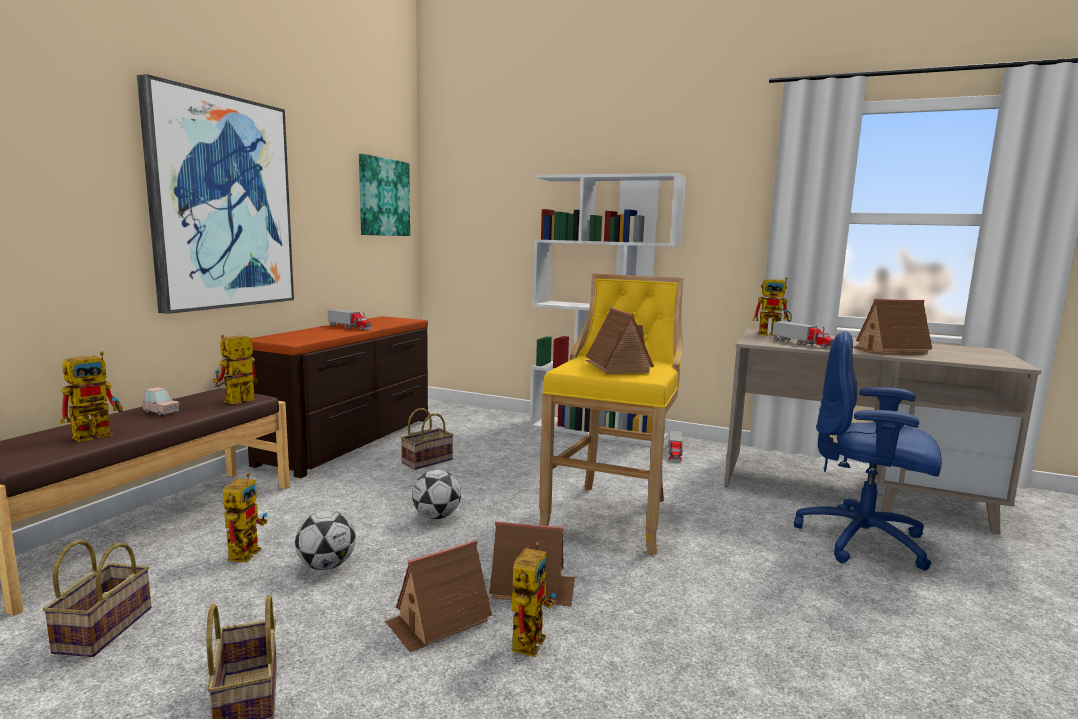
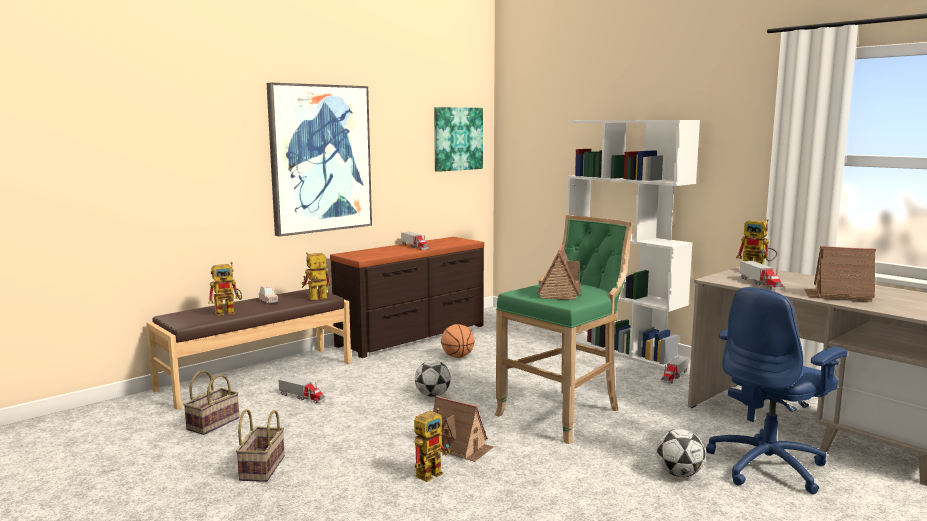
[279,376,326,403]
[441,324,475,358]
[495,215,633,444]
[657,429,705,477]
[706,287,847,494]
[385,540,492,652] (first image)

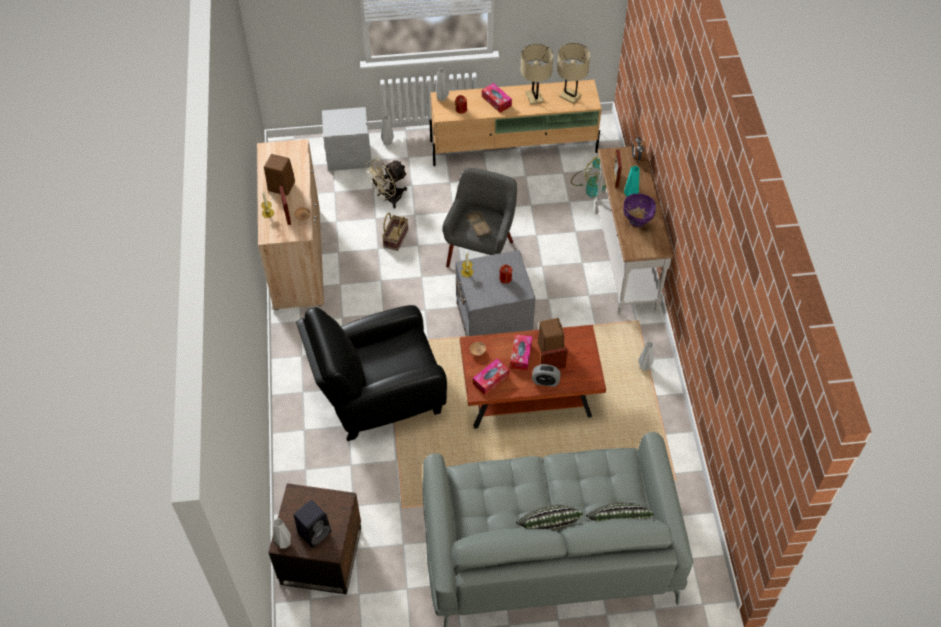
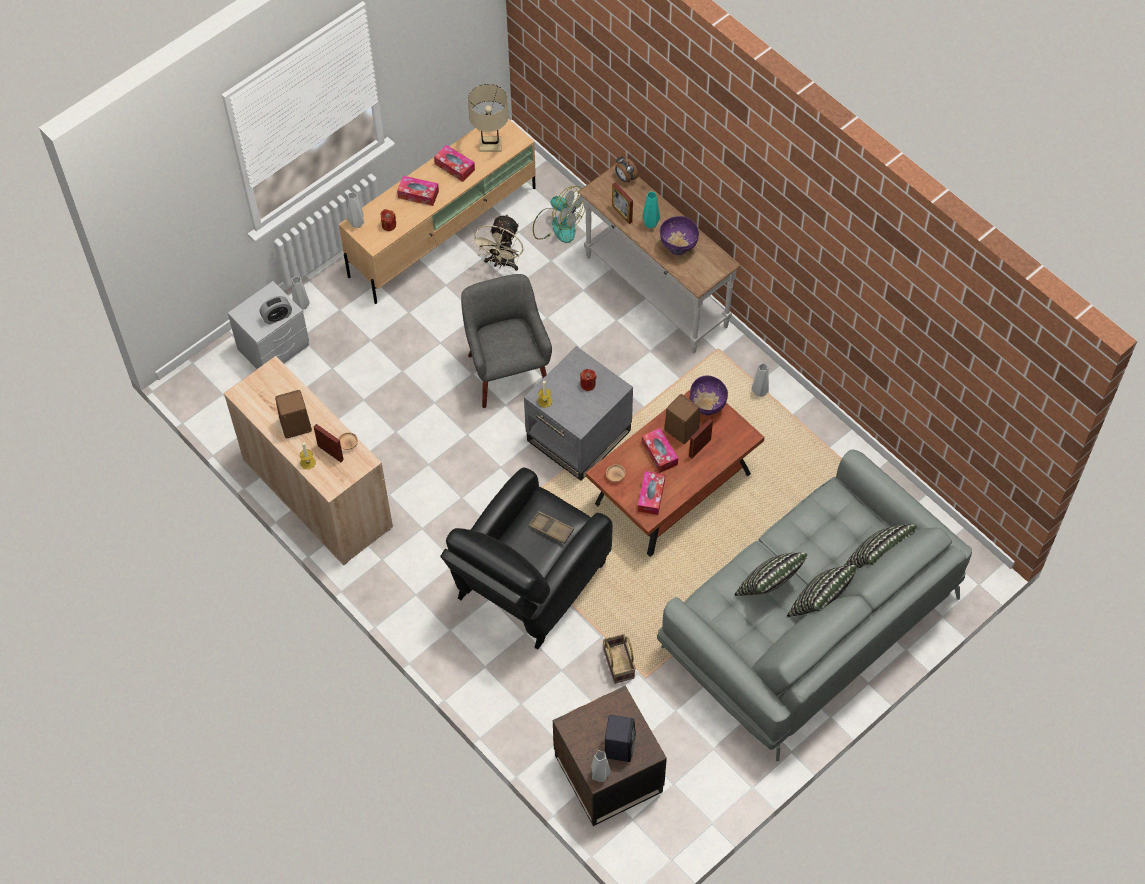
[259,296,292,325]
[434,145,475,182]
[471,214,523,271]
[529,511,574,544]
[603,634,636,684]
[690,376,728,415]
[734,553,807,596]

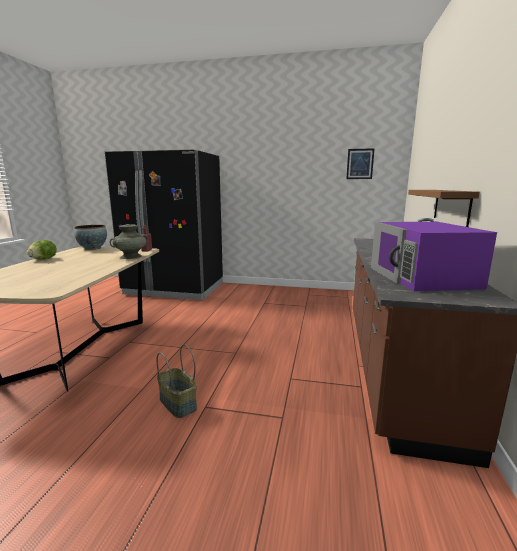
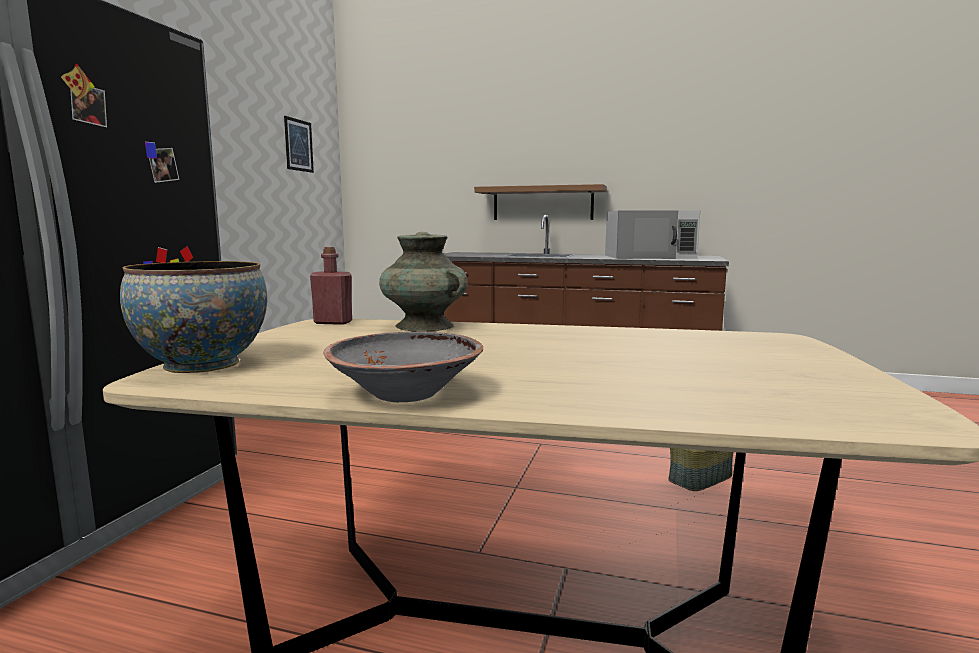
[324,332,483,402]
[605,210,700,259]

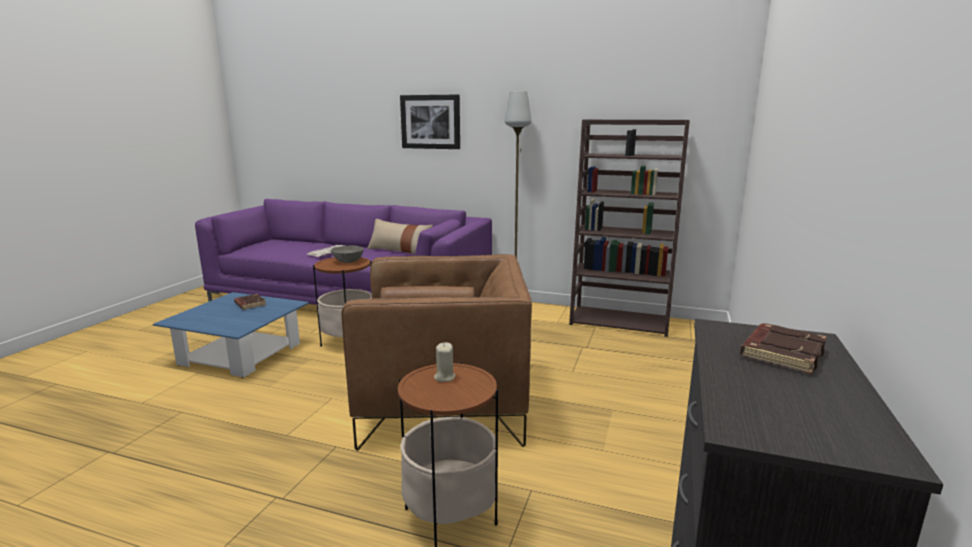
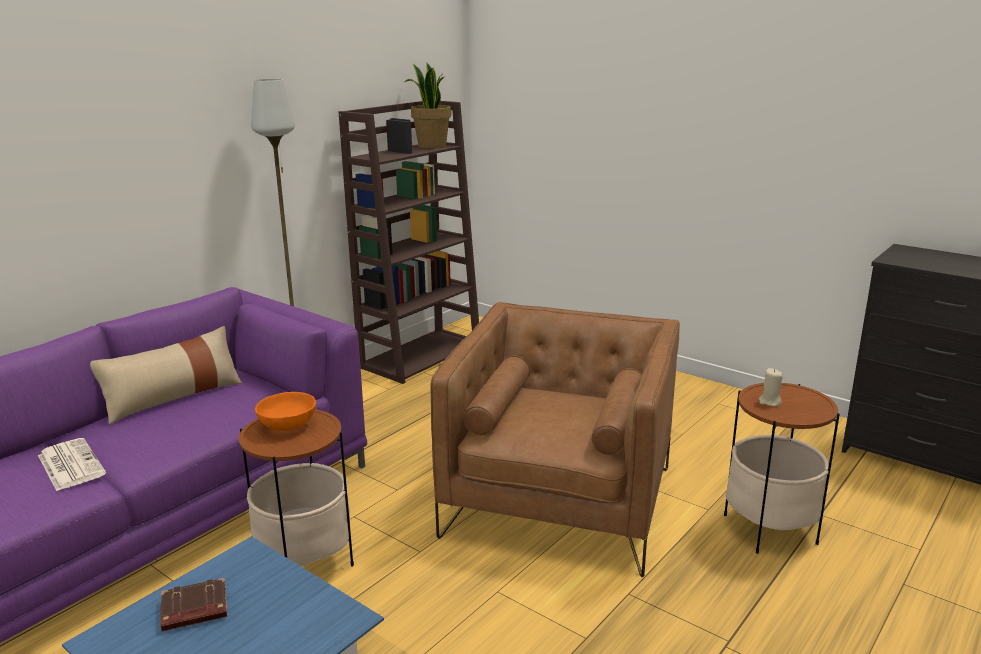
[255,392,316,431]
[405,63,451,149]
[400,95,460,149] (first image)
[740,323,827,374] (first image)

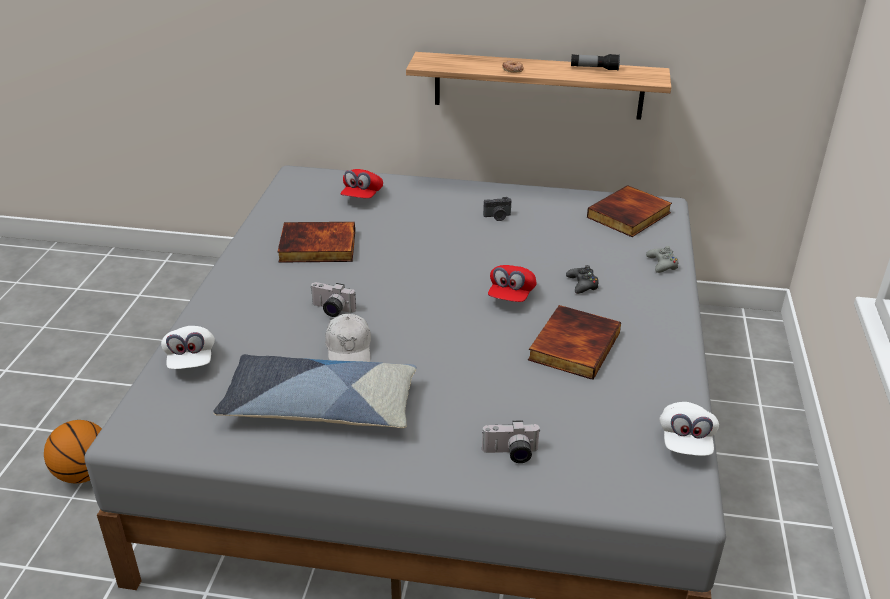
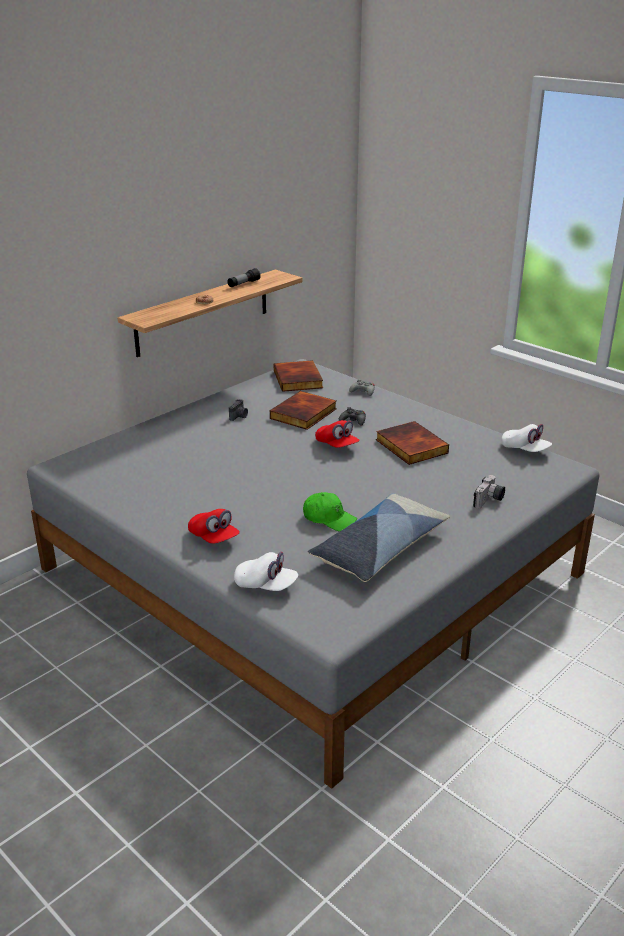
[188,509,240,544]
[270,391,337,430]
[303,492,357,532]
[44,420,102,484] (first image)
[311,282,356,317] (first image)

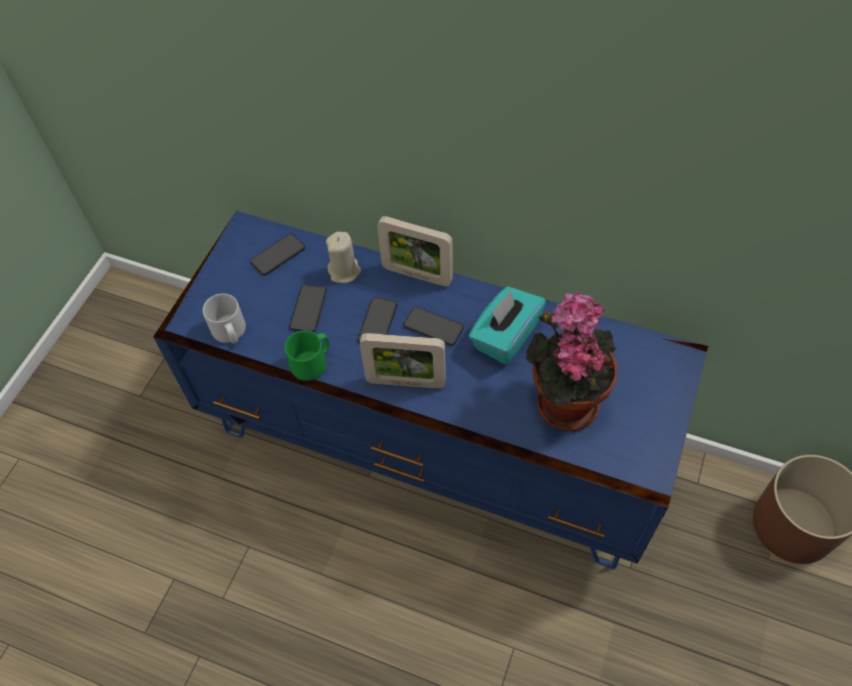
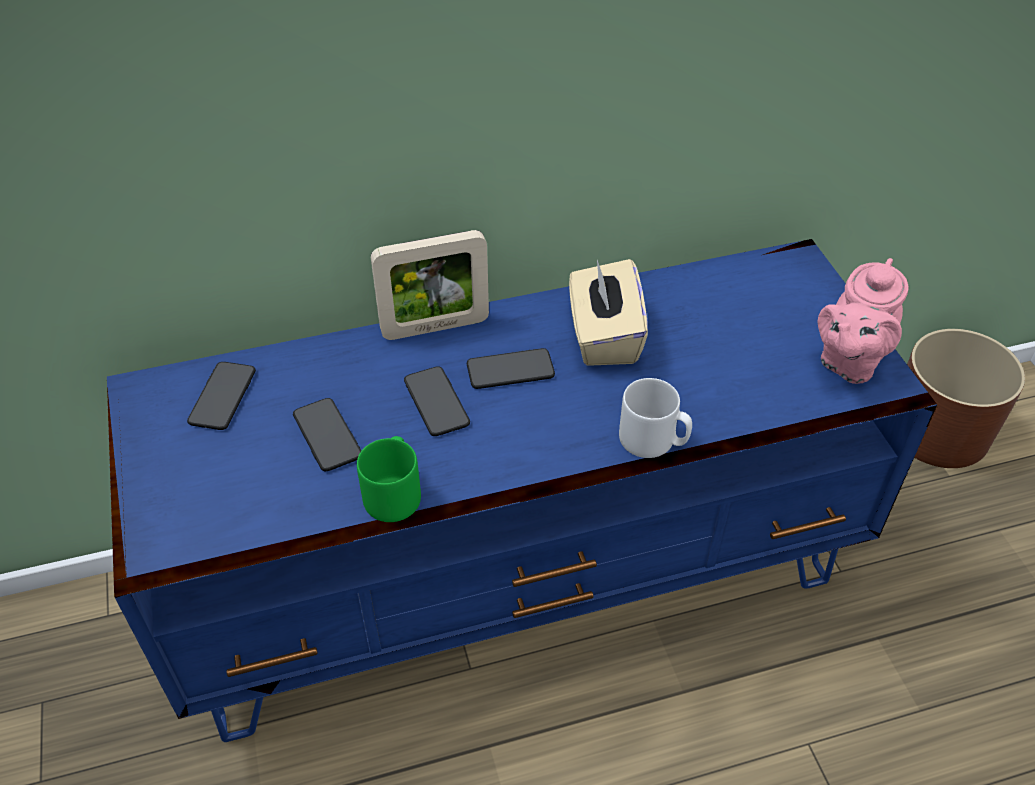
[569,259,648,366]
[619,378,692,458]
[817,258,909,384]
[326,232,361,283] (first image)
[360,333,446,389] (first image)
[526,291,618,431] (first image)

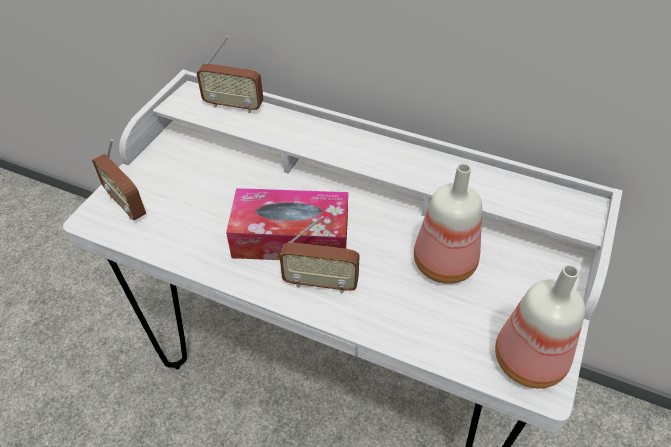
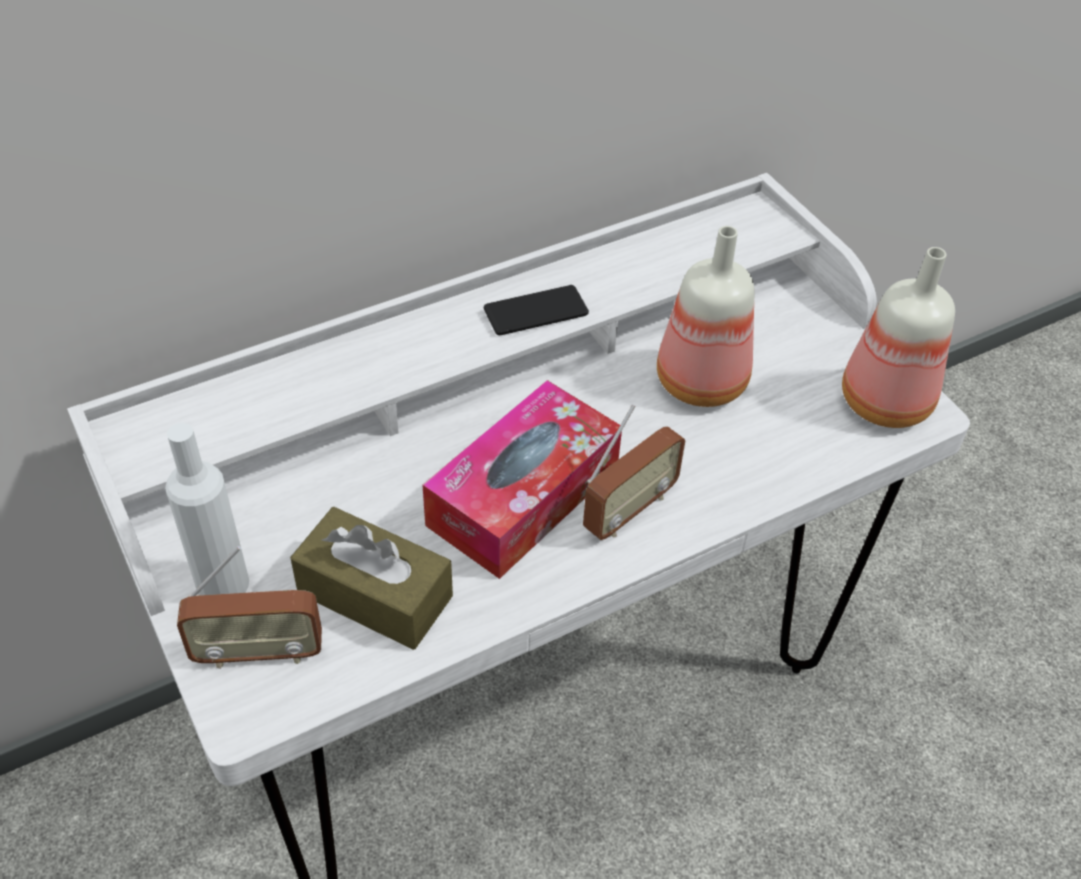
[165,423,249,595]
[290,507,453,650]
[484,285,589,335]
[197,36,263,113] (first image)

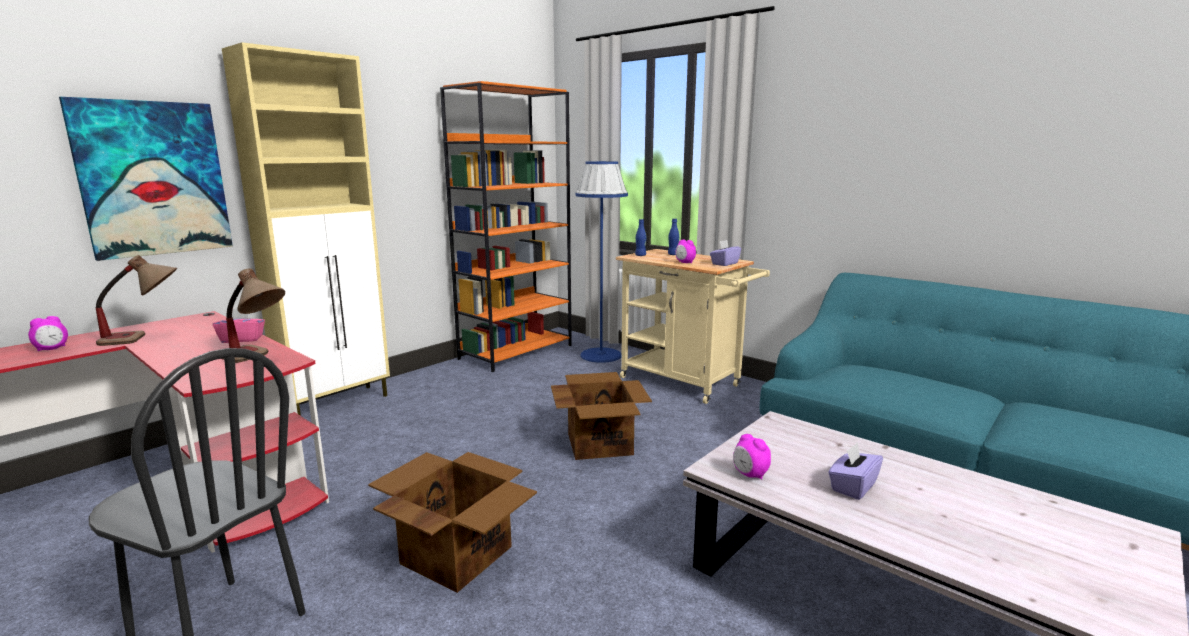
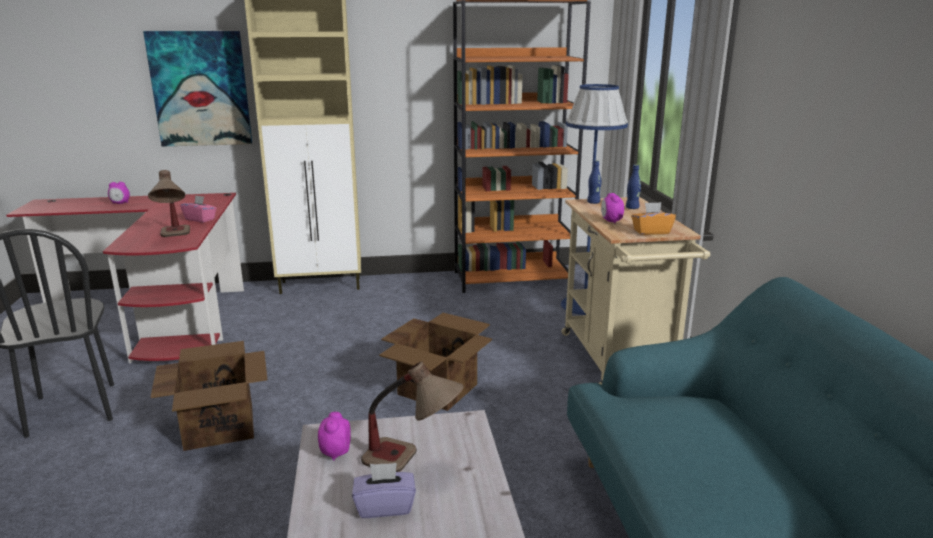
[361,361,464,472]
[631,202,676,235]

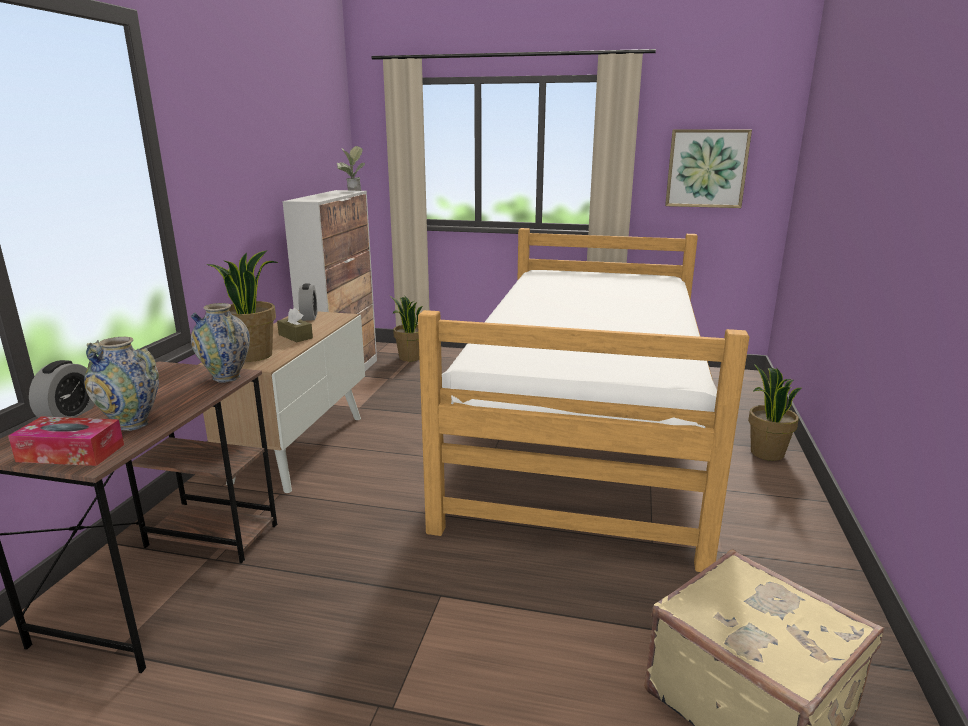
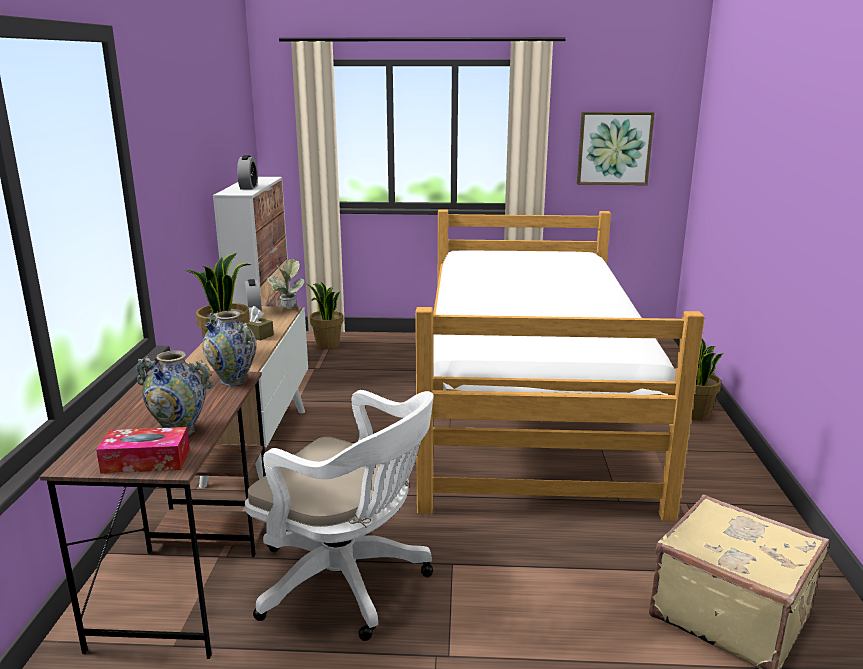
[237,155,258,190]
[245,390,434,641]
[267,259,304,309]

